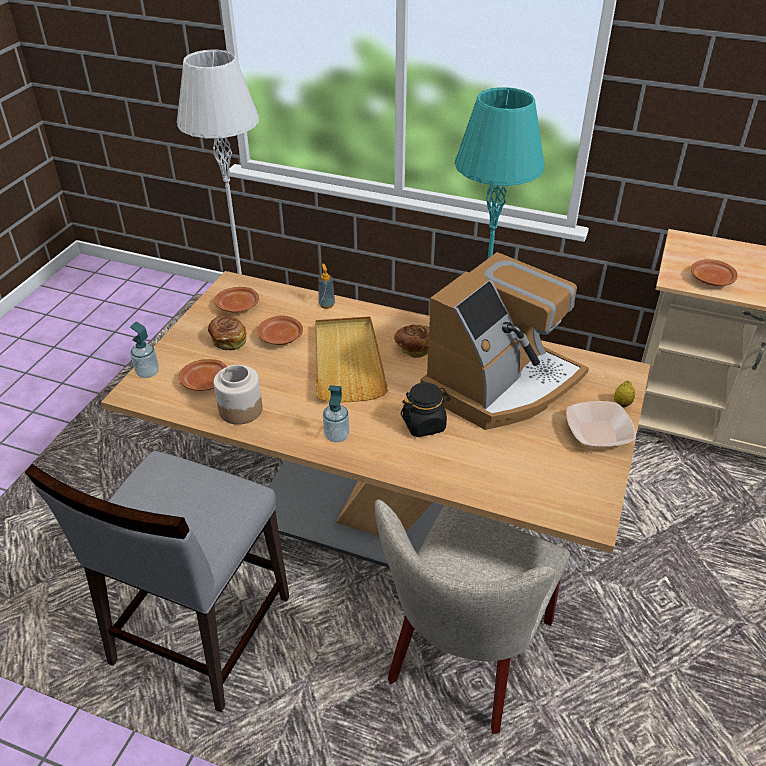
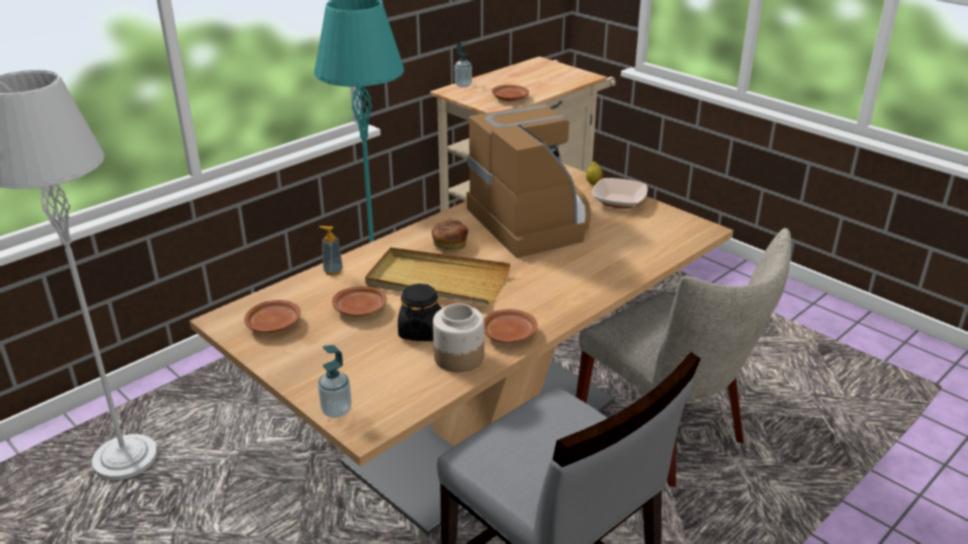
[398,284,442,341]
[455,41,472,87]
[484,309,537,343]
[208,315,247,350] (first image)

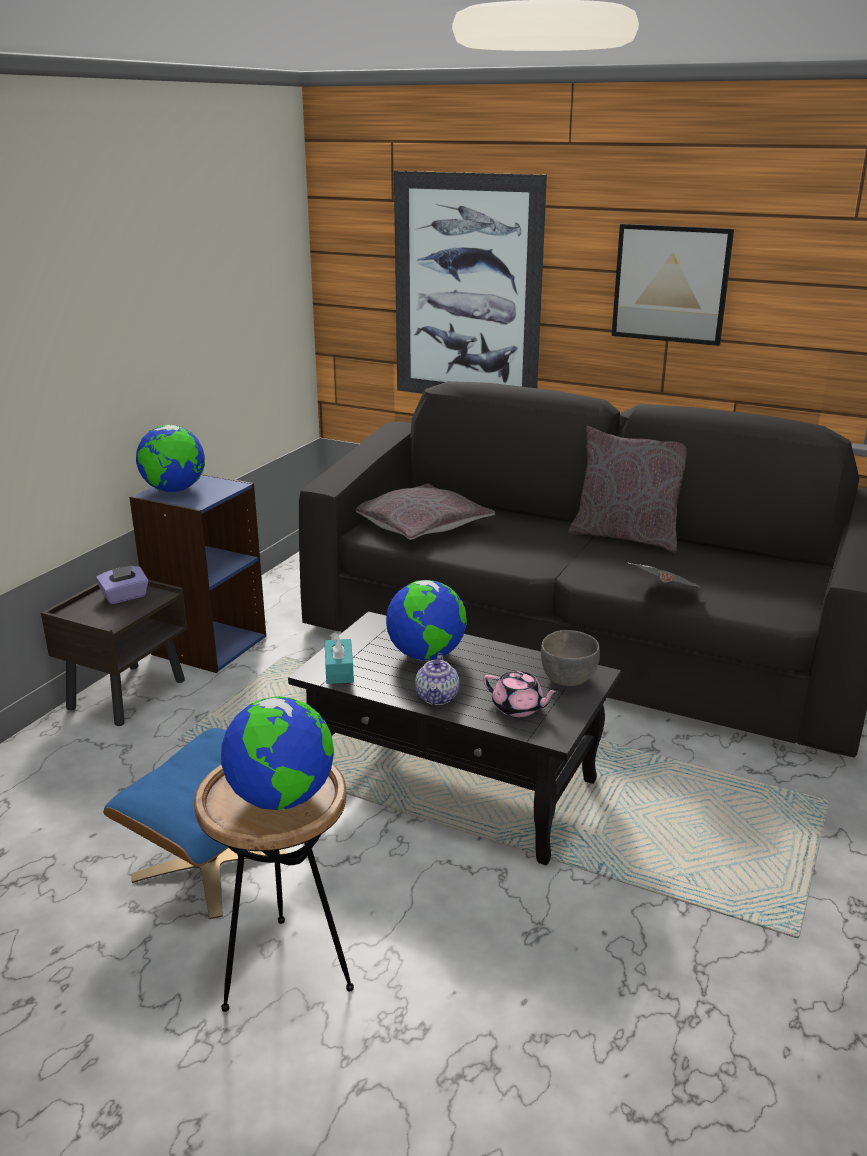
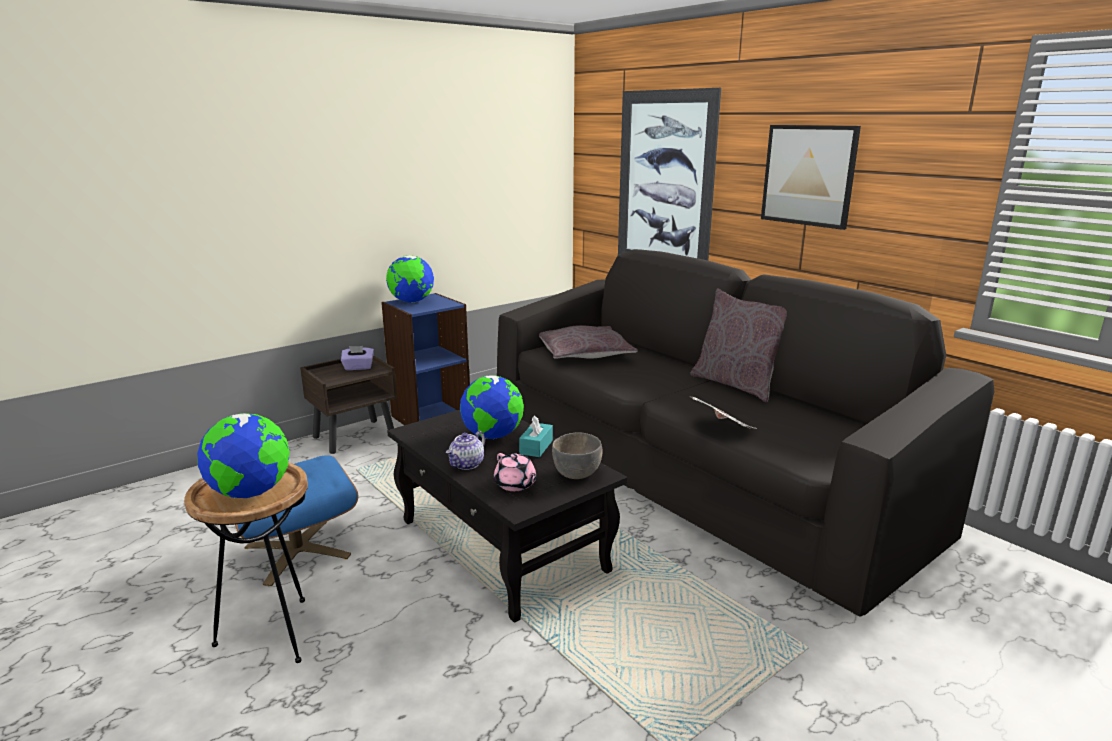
[519,415,553,457]

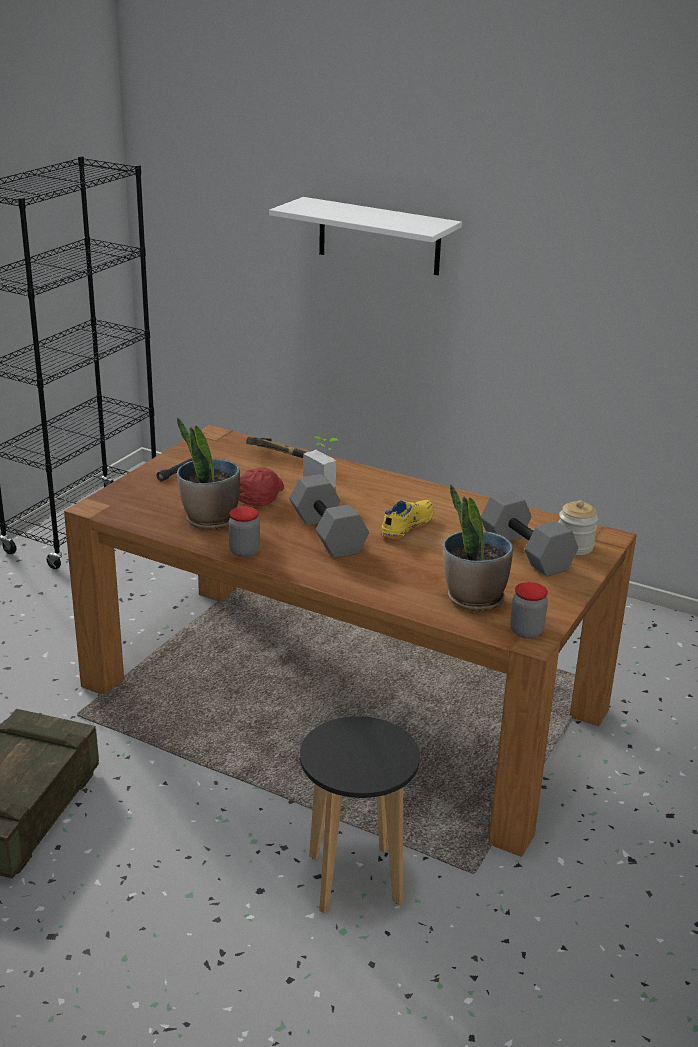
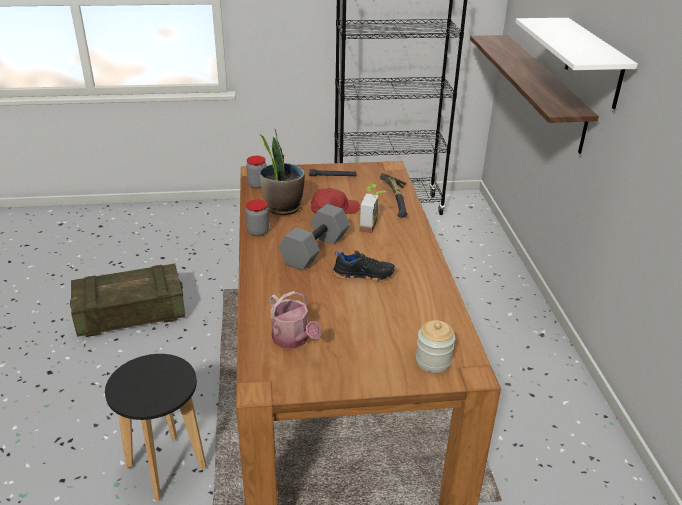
[246,156,267,189]
[270,291,322,349]
[333,250,395,281]
[470,35,599,154]
[481,491,578,577] (first image)

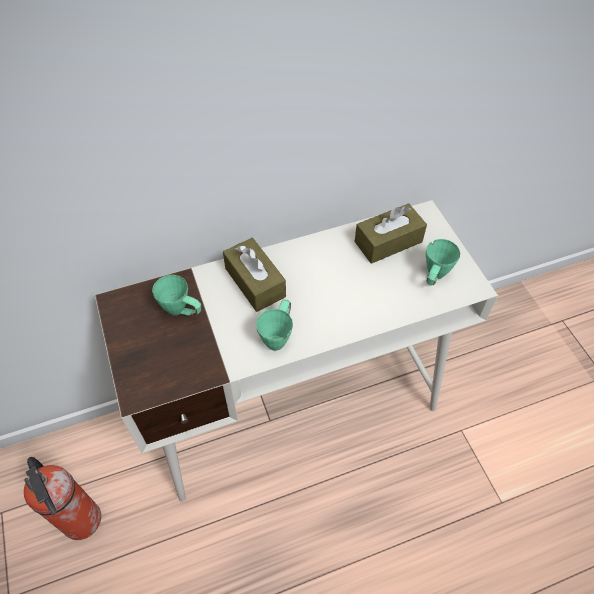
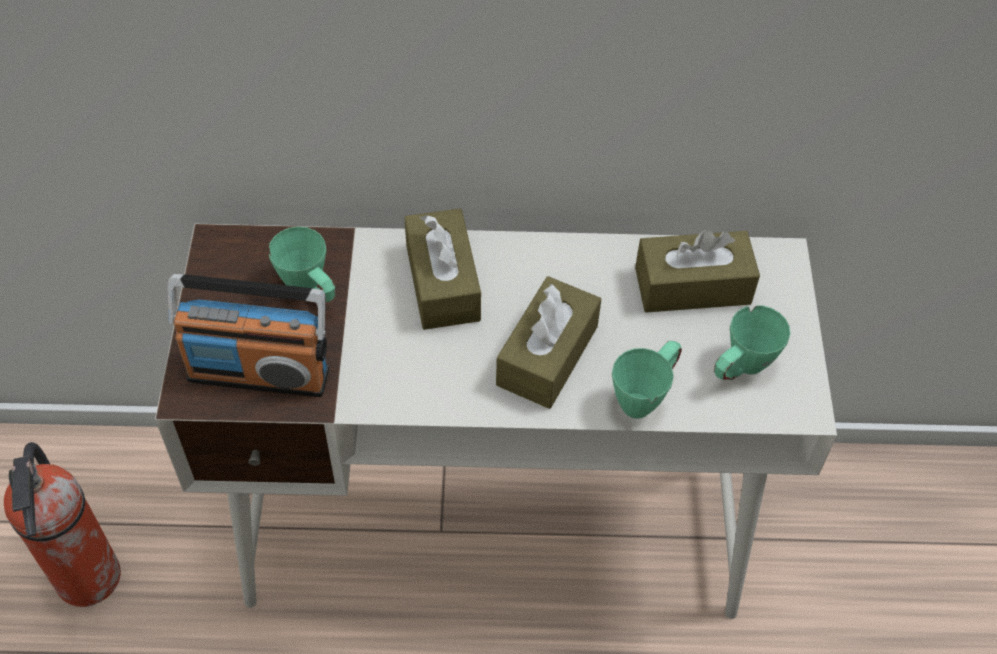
[168,274,329,397]
[496,276,601,409]
[612,341,682,419]

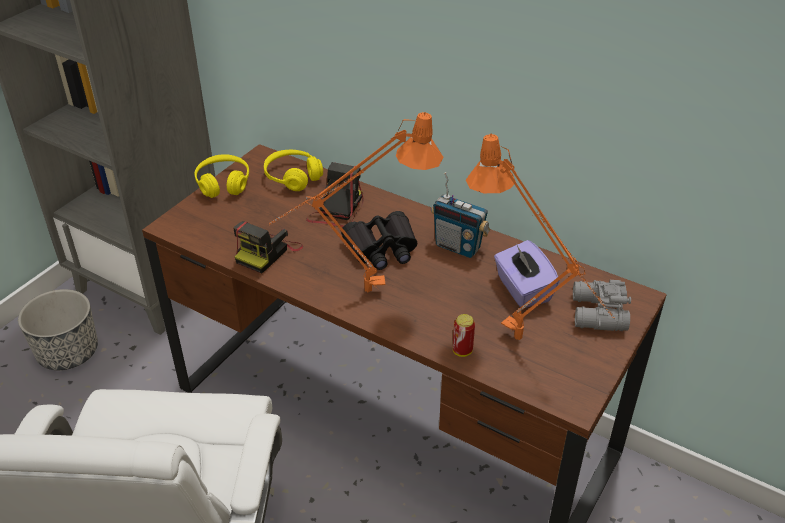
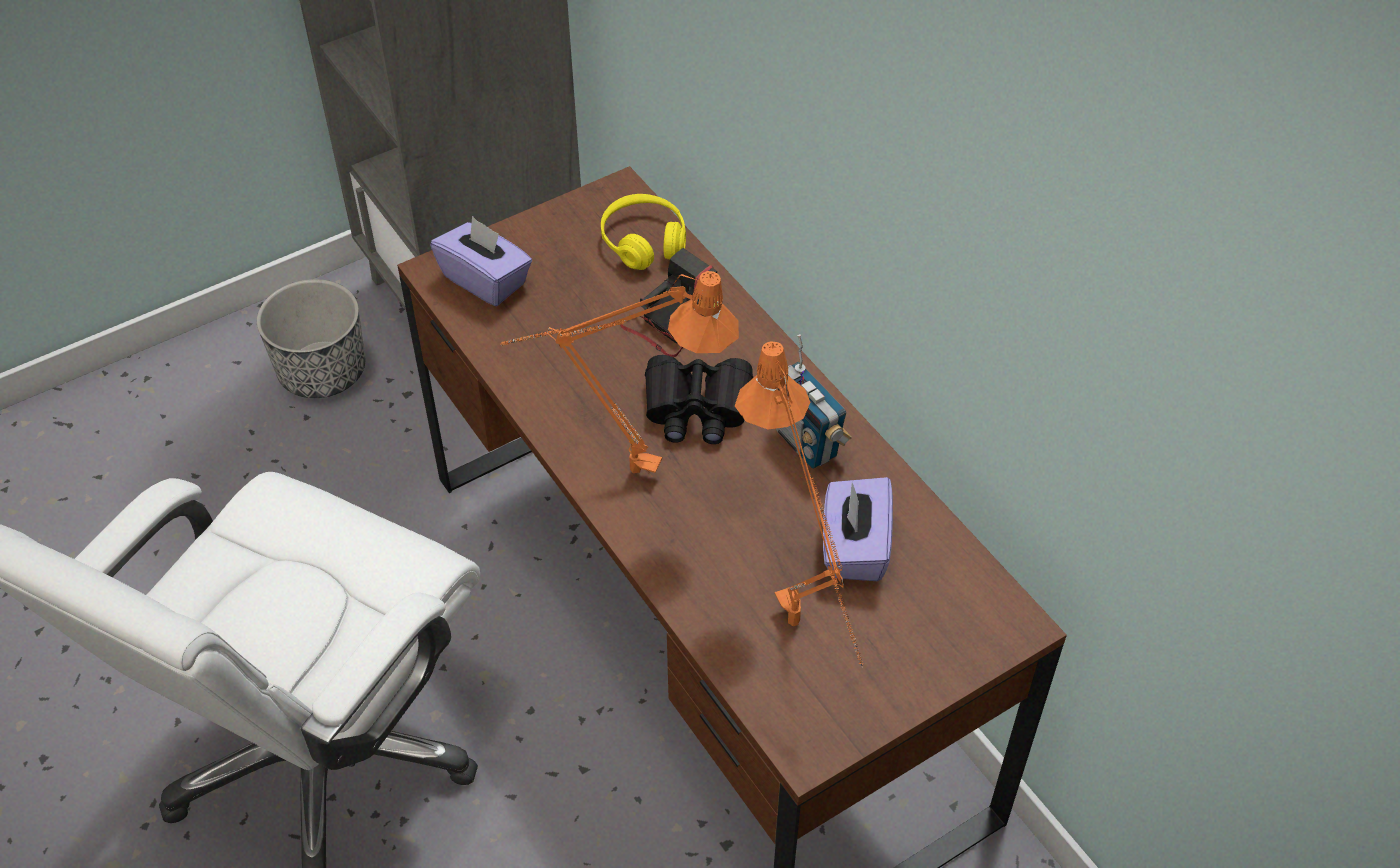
[430,216,532,306]
[194,154,249,198] (first image)
[233,221,303,274] (first image)
[453,314,475,357] (first image)
[573,280,631,331] (first image)

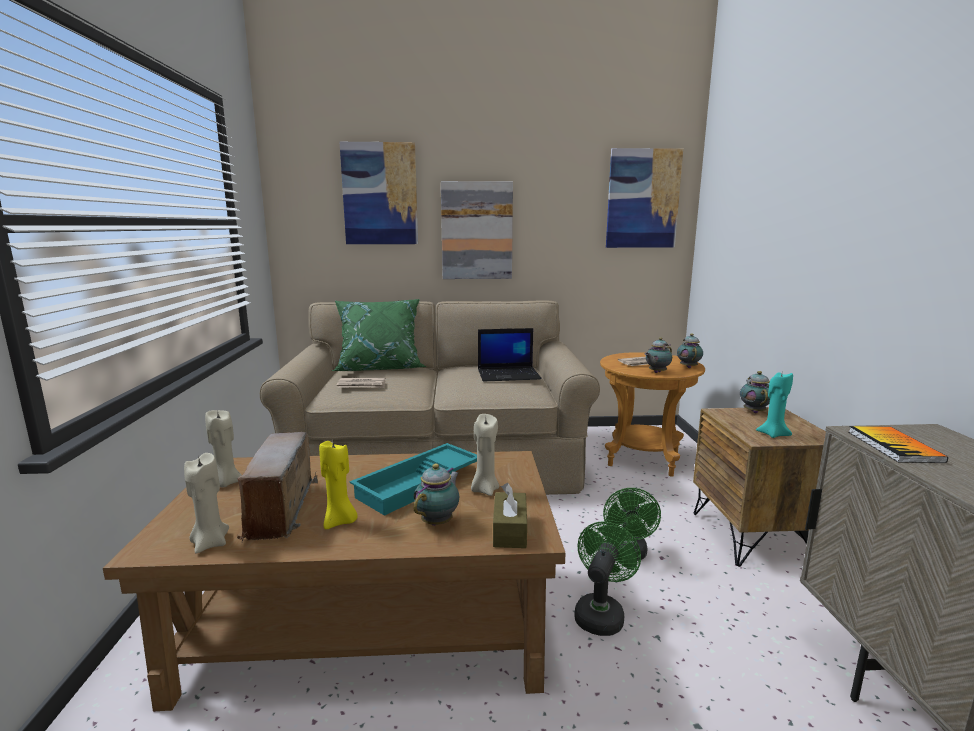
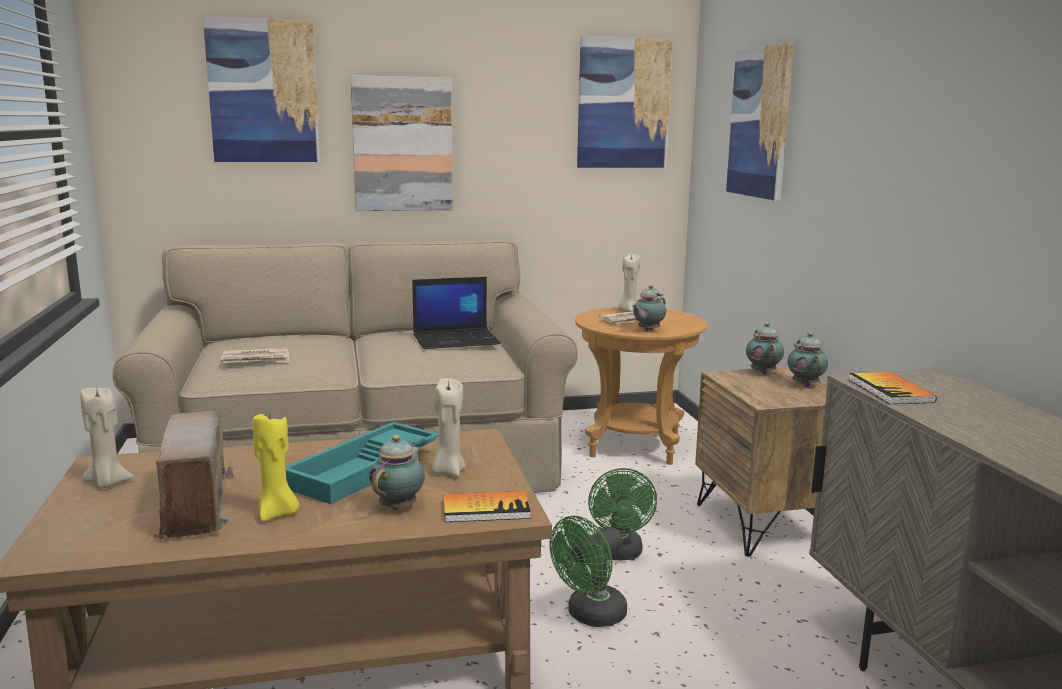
[444,491,531,522]
[549,516,627,627]
[618,253,640,312]
[726,41,794,201]
[787,332,828,387]
[332,299,426,371] (first image)
[756,372,793,438] (first image)

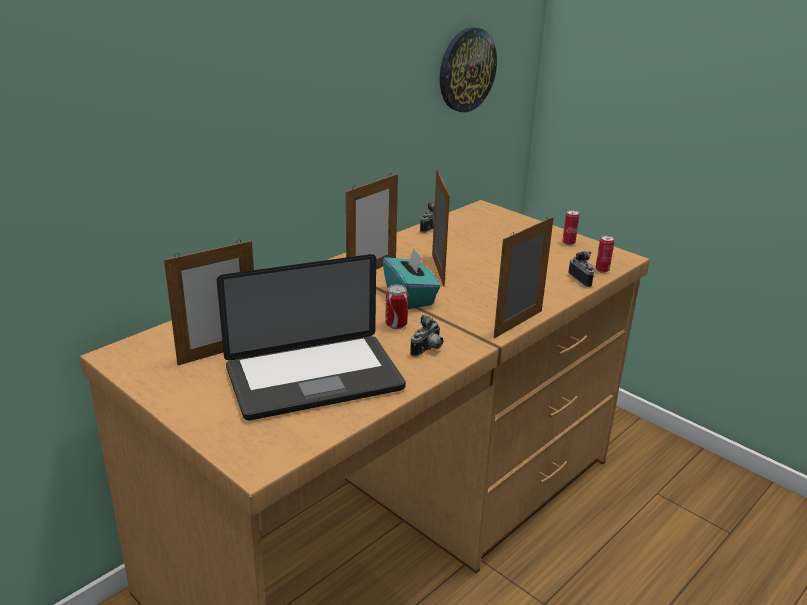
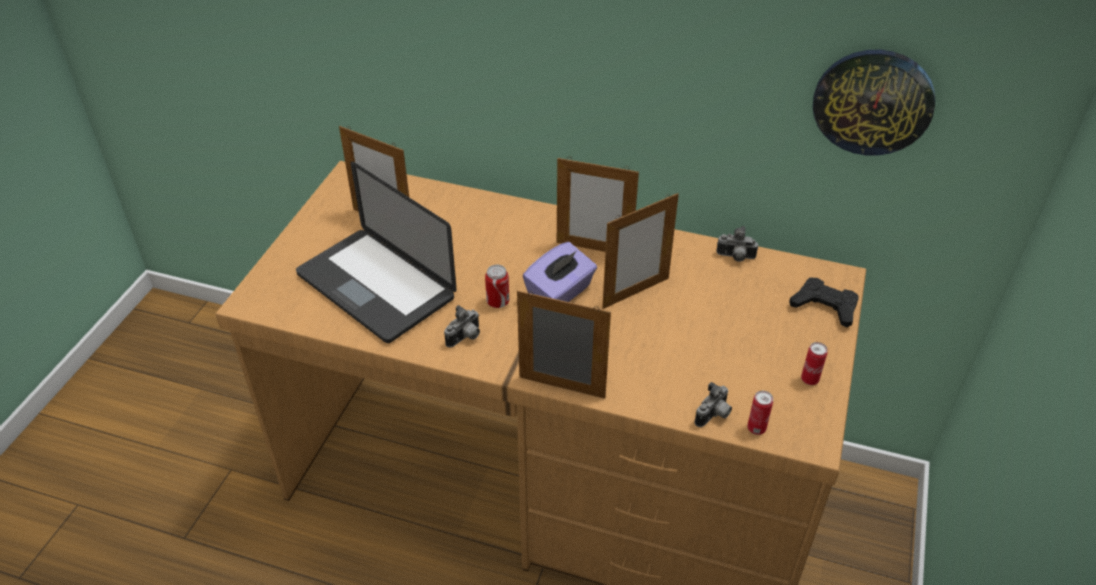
[444,305,480,347]
[523,242,597,302]
[789,278,859,328]

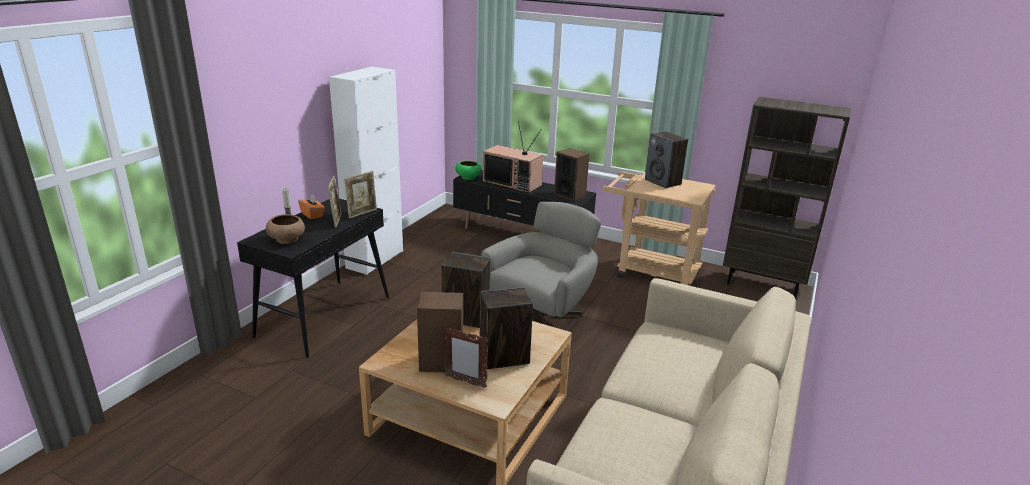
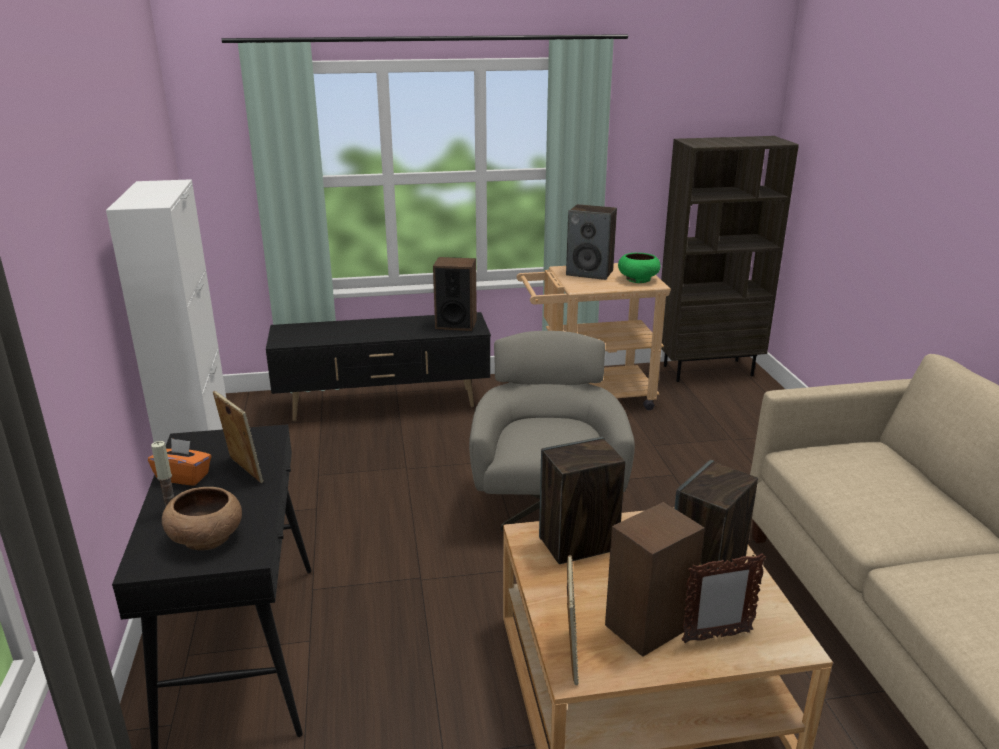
[567,555,579,685]
[618,253,660,283]
[483,121,543,193] (first image)

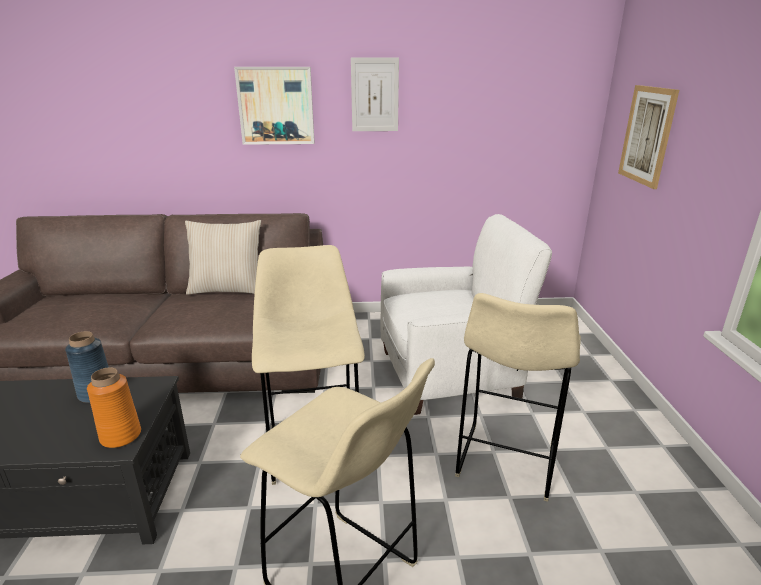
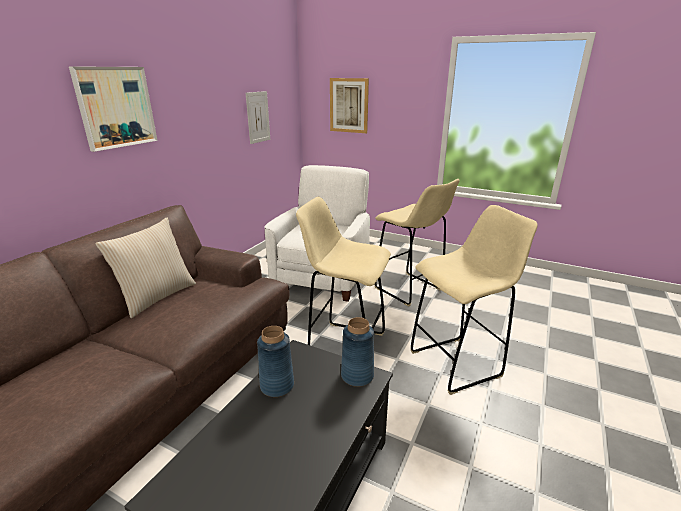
[246,91,270,144]
[341,317,374,387]

